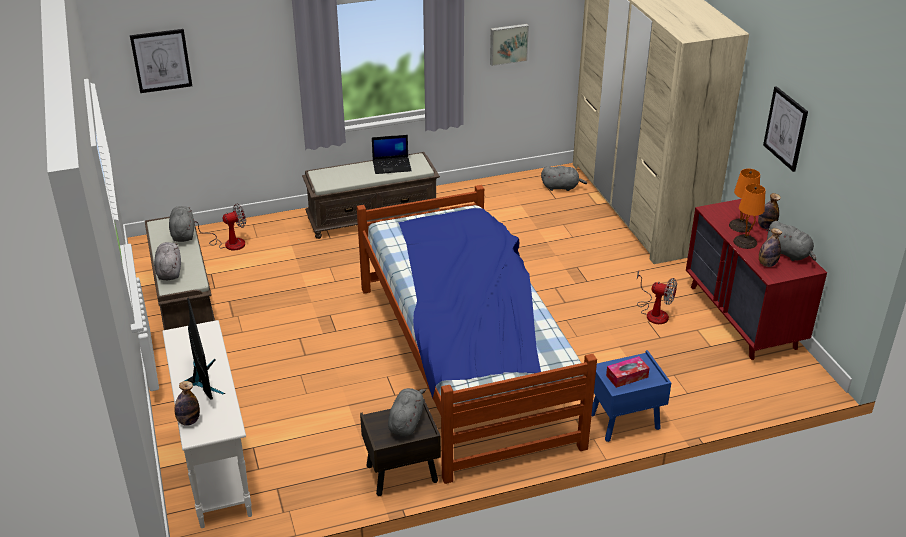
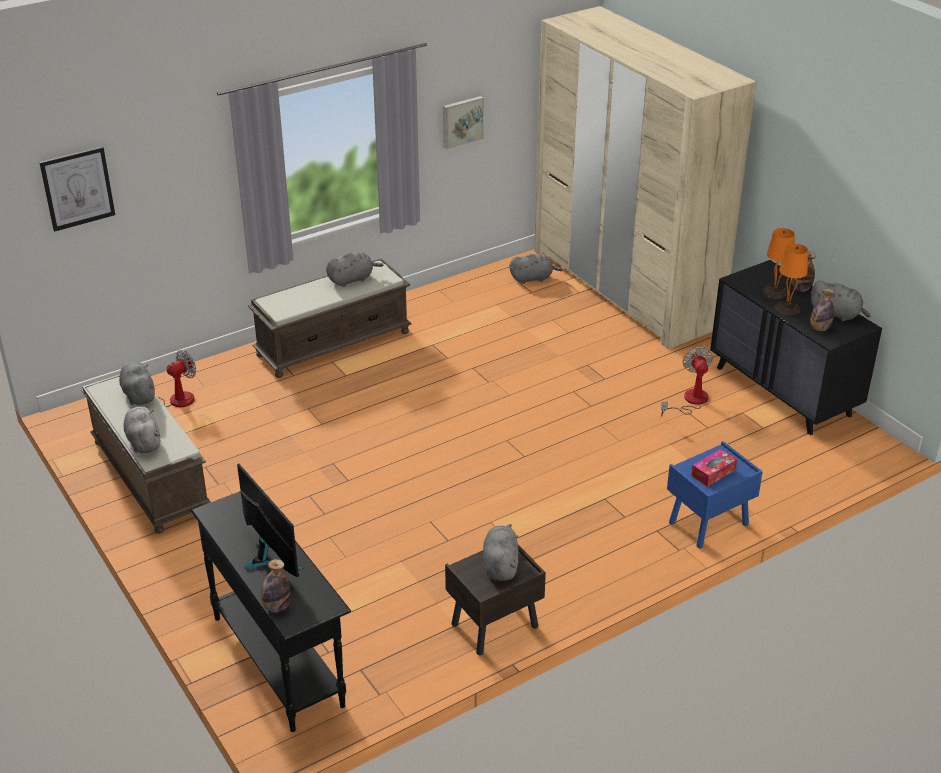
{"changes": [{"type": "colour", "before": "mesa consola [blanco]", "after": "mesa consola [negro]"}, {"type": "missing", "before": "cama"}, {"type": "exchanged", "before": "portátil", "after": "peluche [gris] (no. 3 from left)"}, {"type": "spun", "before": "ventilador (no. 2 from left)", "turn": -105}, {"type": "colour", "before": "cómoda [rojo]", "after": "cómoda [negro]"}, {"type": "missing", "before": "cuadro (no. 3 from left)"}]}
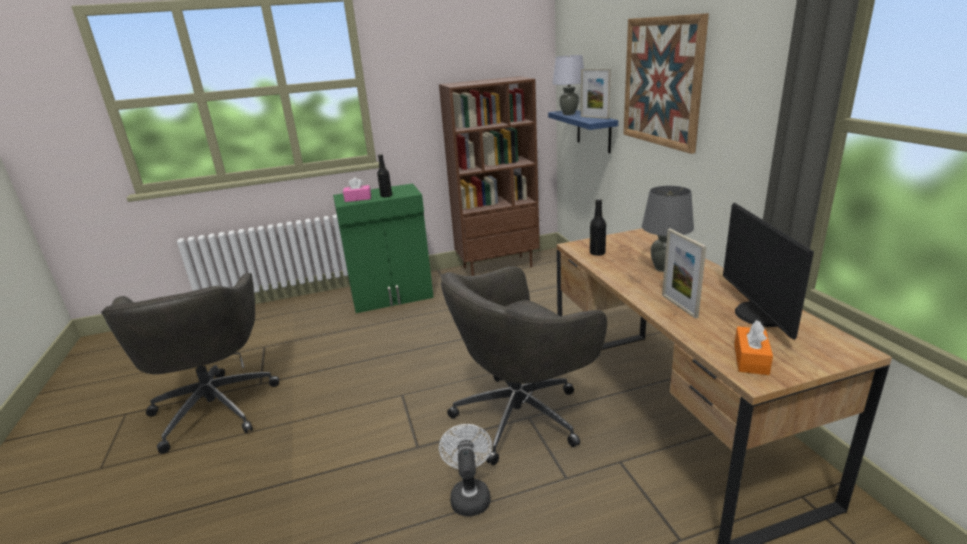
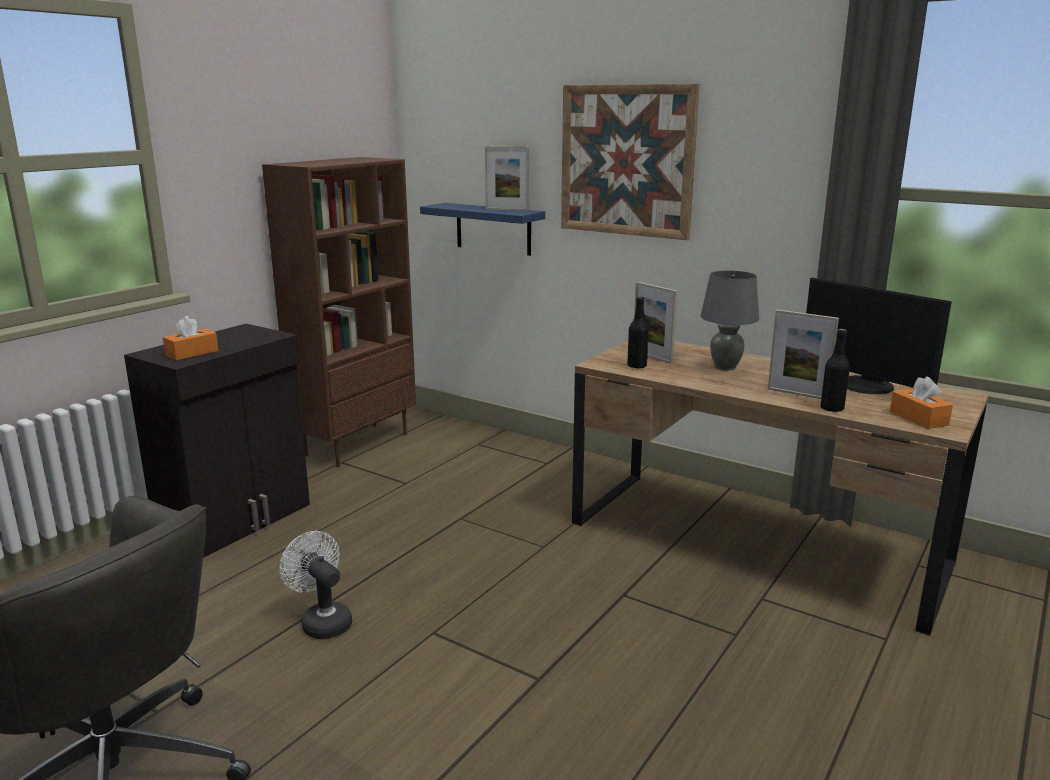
{"changes": [{"type": "colour", "before": "armario [verde]", "after": "armario [negro]"}, {"type": "colour", "before": "caja de pañuelos [rosa]", "after": "caja de pañuelos [naranja] (no. 1 from left)"}, {"type": "relocated", "before": "botella [negro] (no. 1 from left in the first image)", "after": "botella [negro] (no. 2 from left)"}, {"type": "relocated", "before": "ventilador [blanco]"}, {"type": "missing", "before": "silla de oficina [gris] (no. 2 from left)"}, {"type": "missing", "before": "lámpara de mesa [gris] (no. 1 from left)"}, {"type": "appeared", "after": "portarretratos (no. 2 from left)"}]}
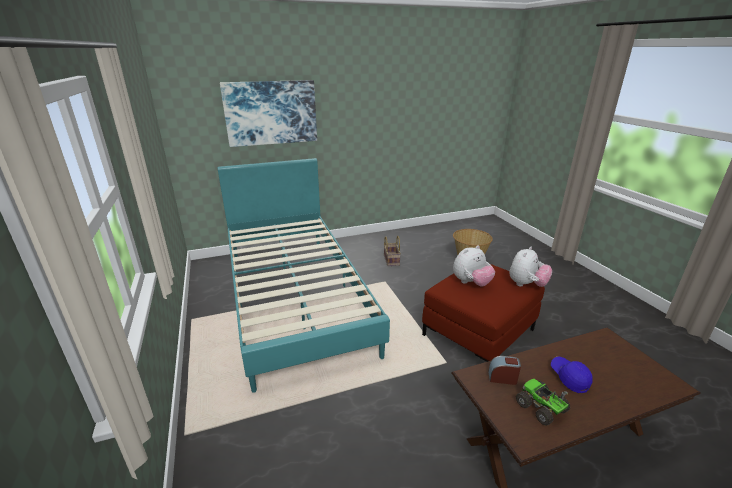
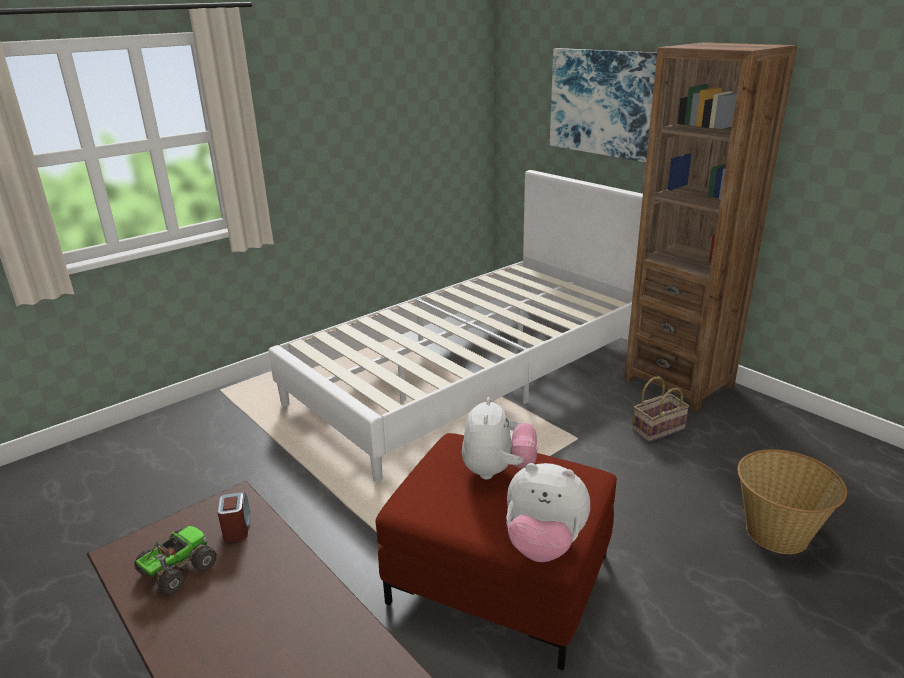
{"changes": [{"type": "colour", "before": "cama [turquesa]", "after": "cama [blanco]"}, {"type": "spun", "before": "peluche (no. 1 from left)", "turn": -120}, {"type": "missing", "before": "gorra [azul]"}, {"type": "appeared", "after": "estantería [marrón]"}]}
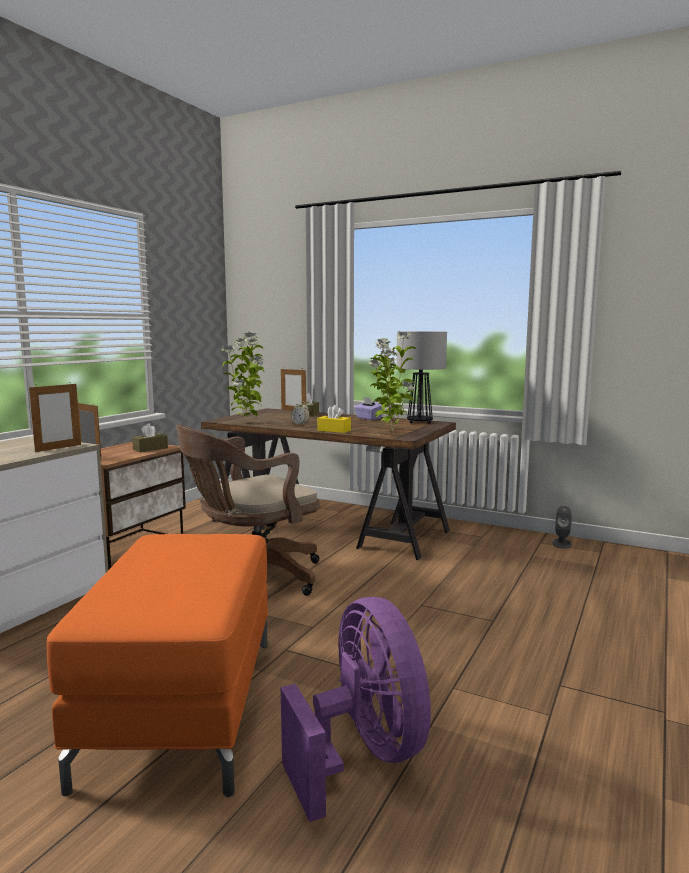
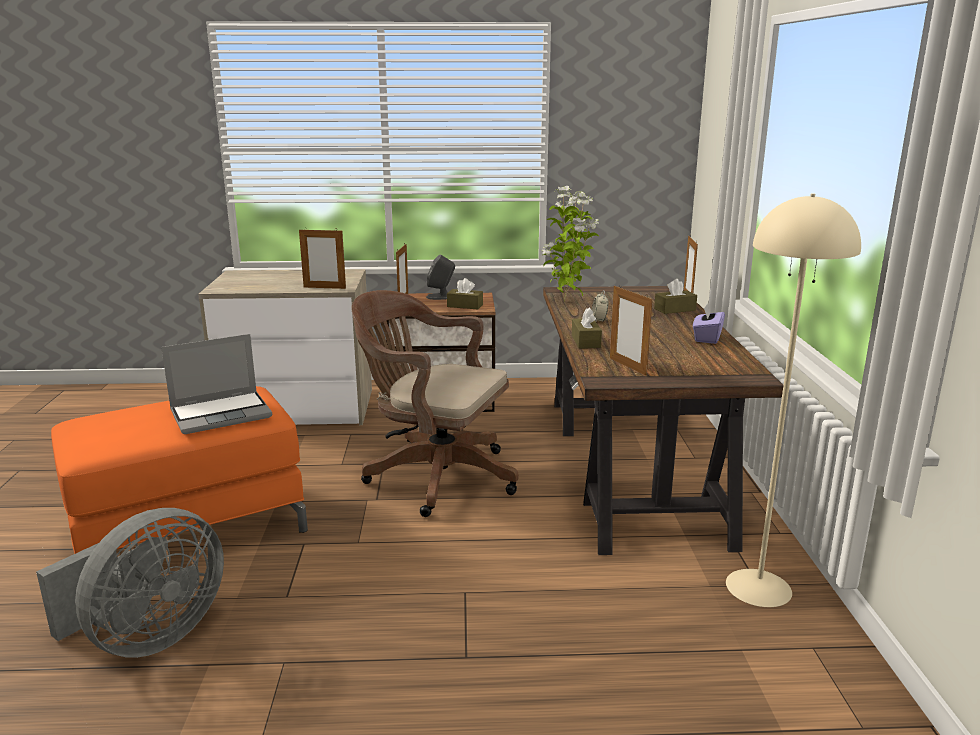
{"changes": [{"type": "colour", "before": "ventilador [morado]", "after": "ventilador [gris]"}, {"type": "colour", "before": "caja de pañuelos [amarillo]", "after": "caja de pañuelos [marrón] (no. 2 from left)"}, {"type": "exchanged", "before": "planta en maceta (no. 2 from left)", "after": "portarretratos (no. 3 from left)"}, {"type": "missing", "before": "lámpara de mesa"}, {"type": "relocated", "before": "altavoz [gris]"}, {"type": "appeared", "after": "portátil"}, {"type": "appeared", "after": "lámpara de pie [beis]"}]}
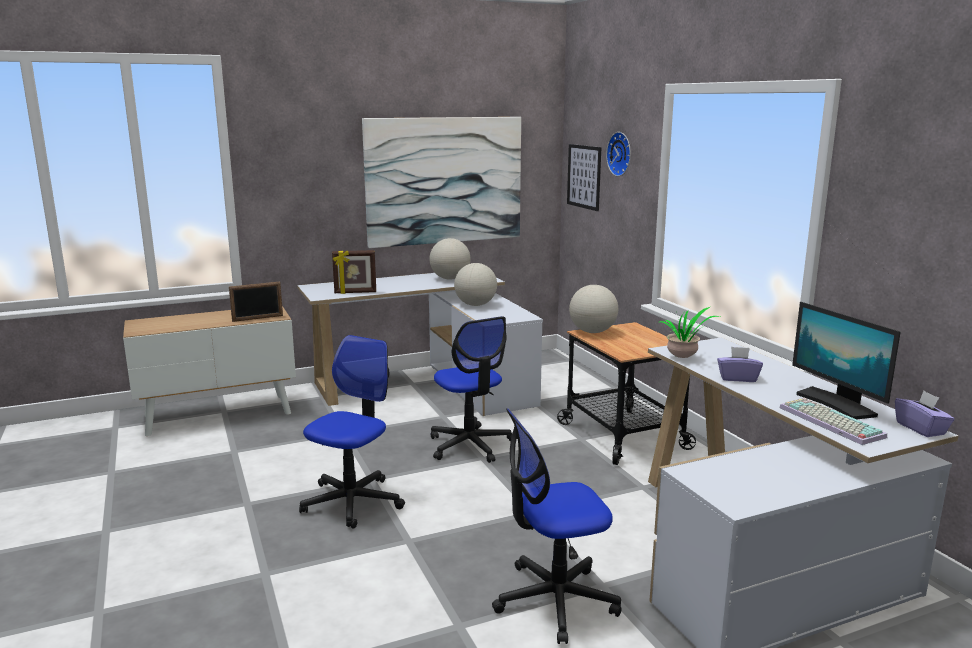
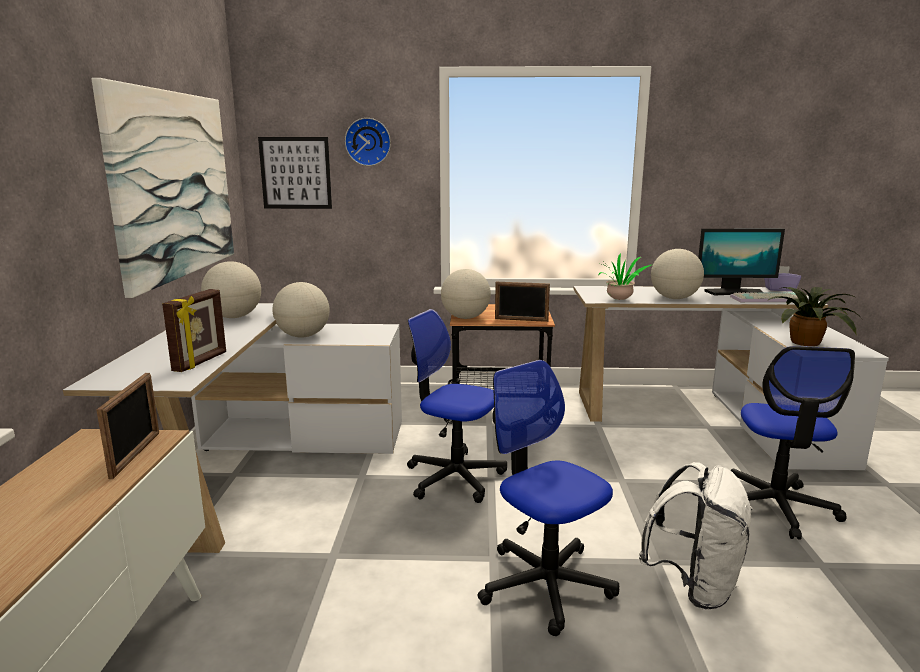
{"changes": [{"type": "spun", "before": "silla de oficina (no. 2 from left in the first image)", "turn": -150}, {"type": "exchanged", "before": "caja de pañuelos [morado] (no. 1 from left)", "after": "globo terráqueo (no. 4 from left)"}, {"type": "appeared", "after": "portarretratos (no. 3 from left)"}, {"type": "appeared", "after": "mochila [blanco]"}, {"type": "appeared", "after": "planta en maceta (no. 2 from left)"}]}
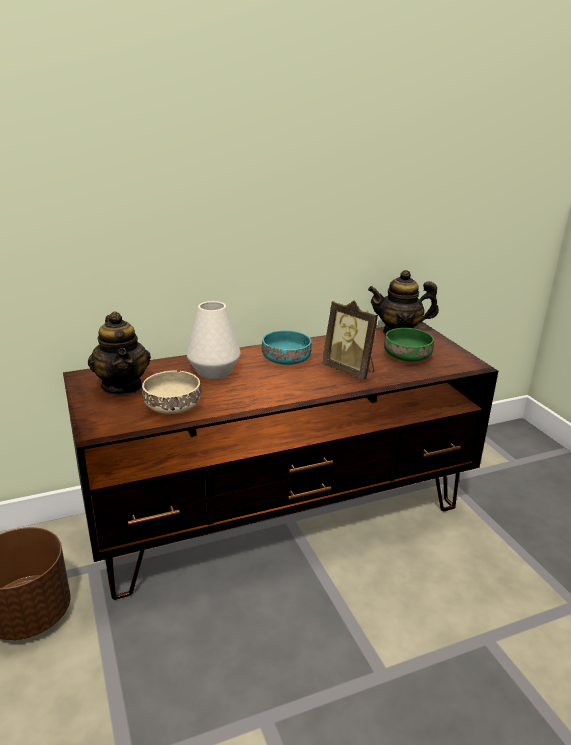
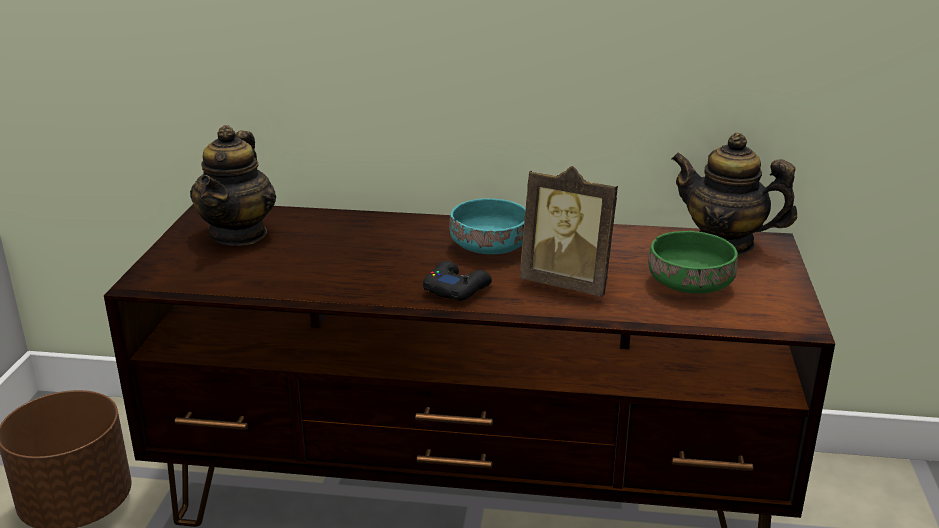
{"changes": [{"type": "missing", "before": "cuenco [beis]"}, {"type": "missing", "before": "florero [blanco]"}, {"type": "spun", "before": "portarretratos", "turn": -45}, {"type": "appeared", "after": "mando de consola [negro]"}]}
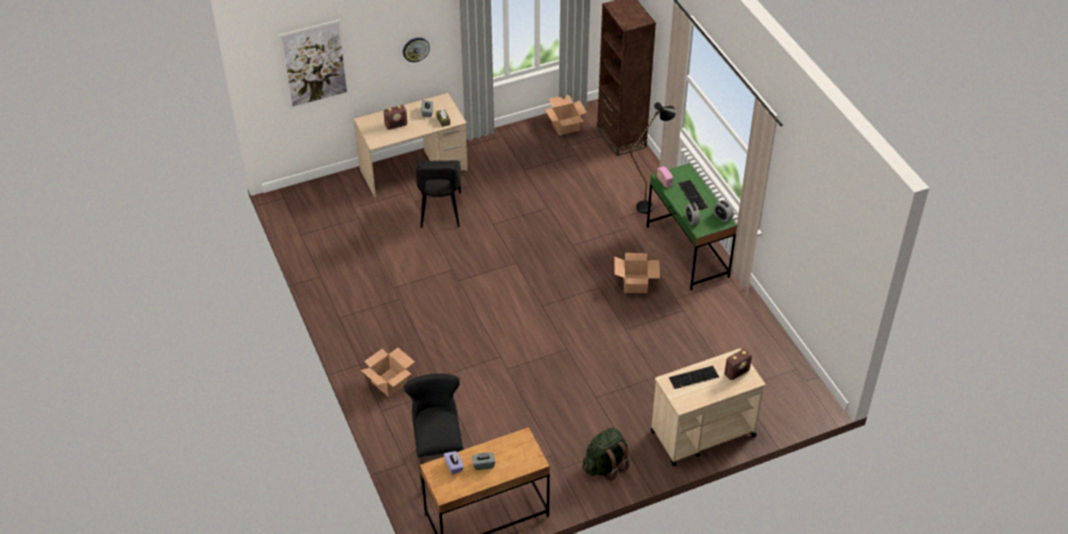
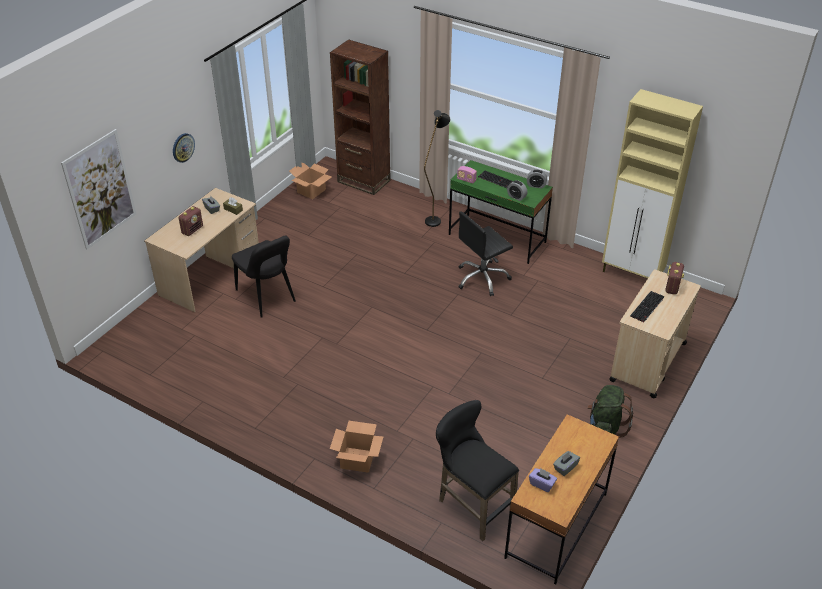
{"changes": [{"type": "exchanged", "before": "caja de cartón (no. 3 from left)", "after": "silla de oficina [negro]"}, {"type": "appeared", "after": "armario [beis]"}]}
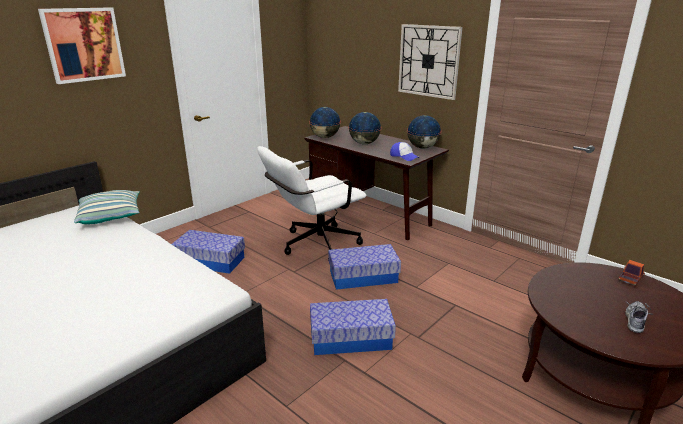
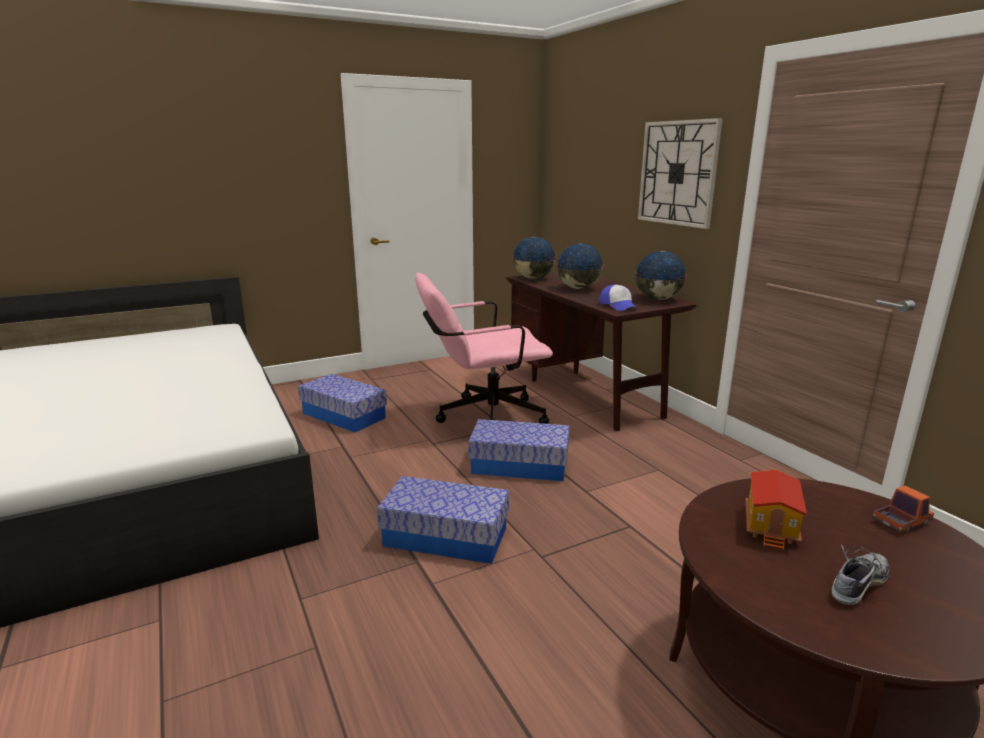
{"changes": [{"type": "missing", "before": "cuadro"}, {"type": "missing", "before": "cojín"}, {"type": "colour", "before": "silla de oficina [blanco]", "after": "silla de oficina [rosa]"}, {"type": "appeared", "after": "casita"}]}
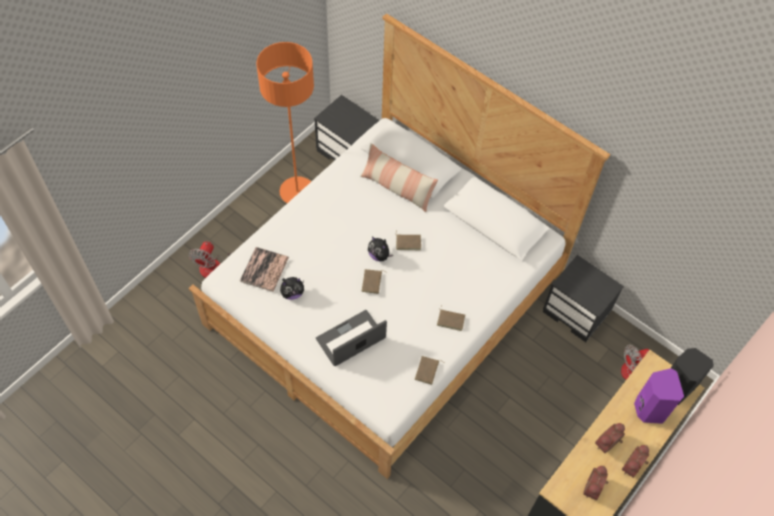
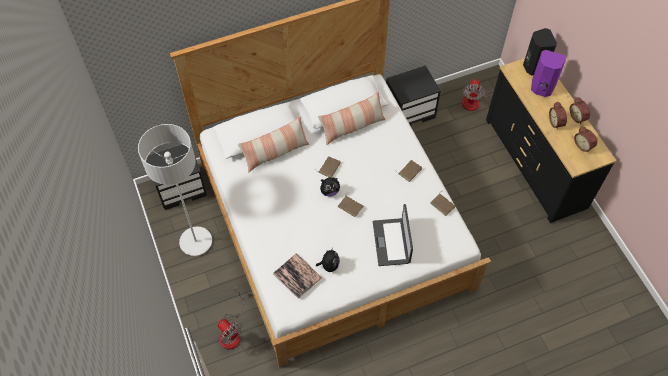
{"changes": [{"type": "colour", "before": "lámpara de pie [naranja]", "after": "lámpara de pie [gris]"}, {"type": "appeared", "after": "cojín (no. 2 from left)"}]}
